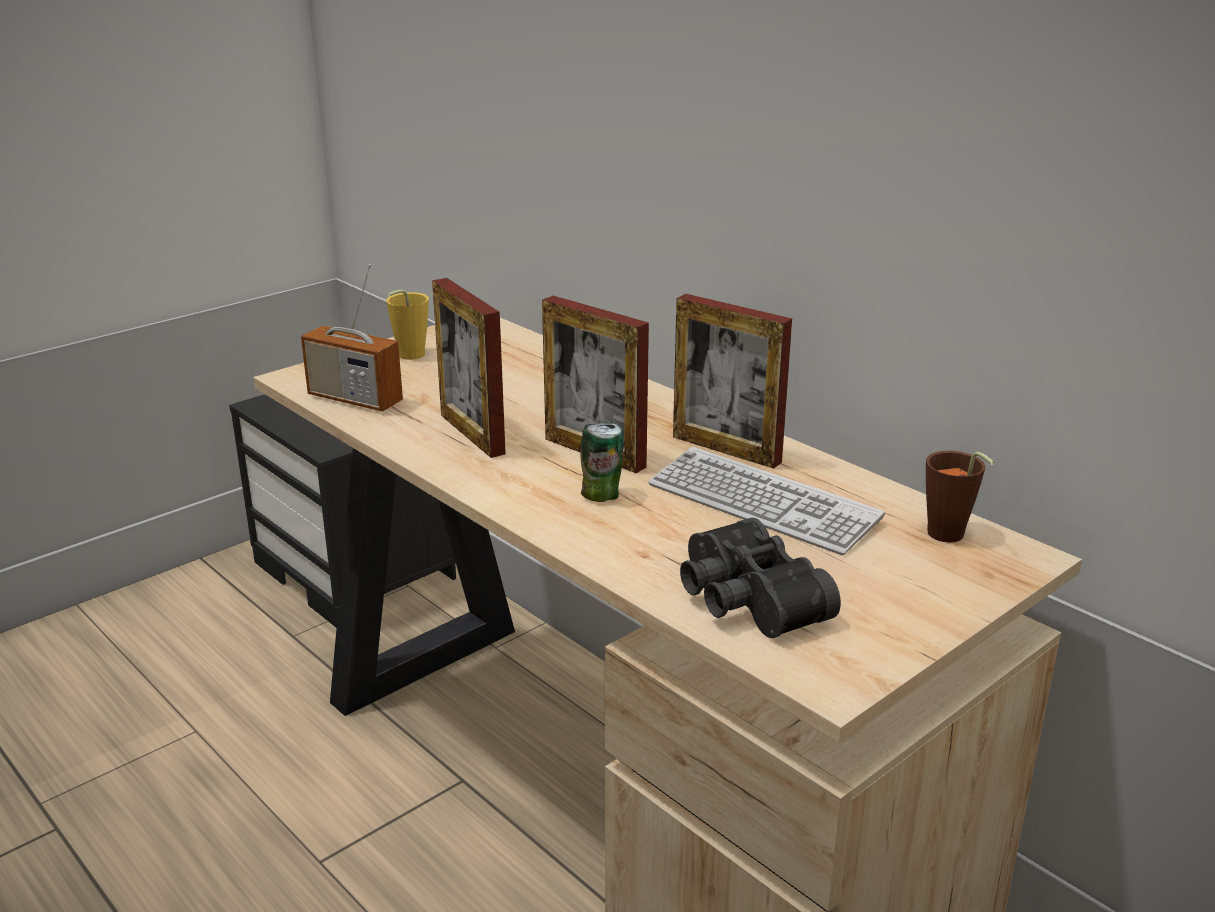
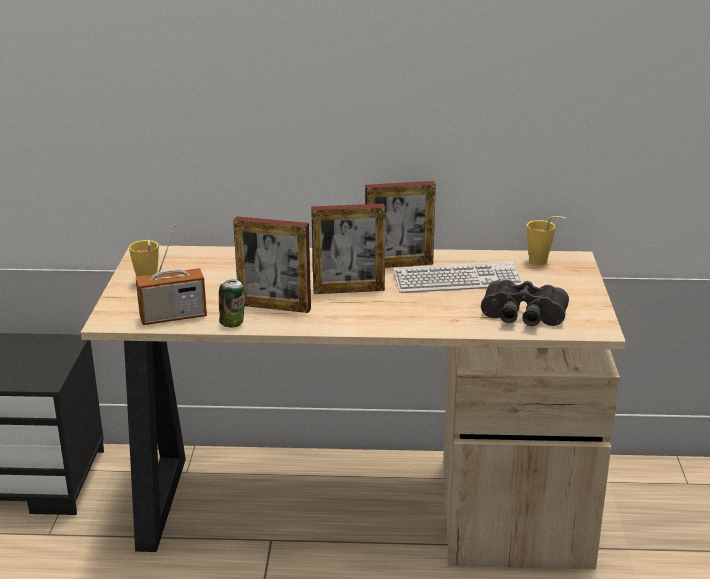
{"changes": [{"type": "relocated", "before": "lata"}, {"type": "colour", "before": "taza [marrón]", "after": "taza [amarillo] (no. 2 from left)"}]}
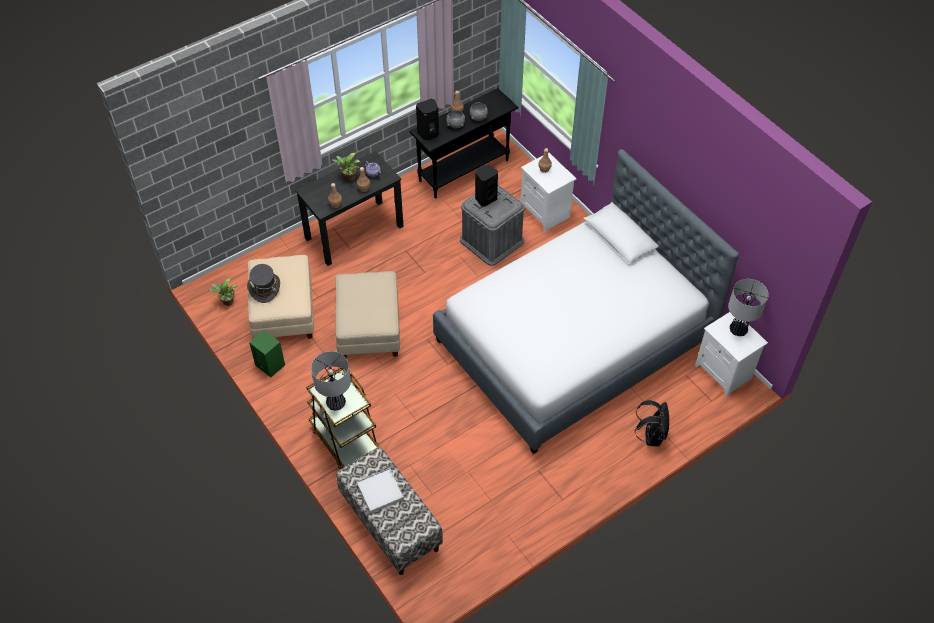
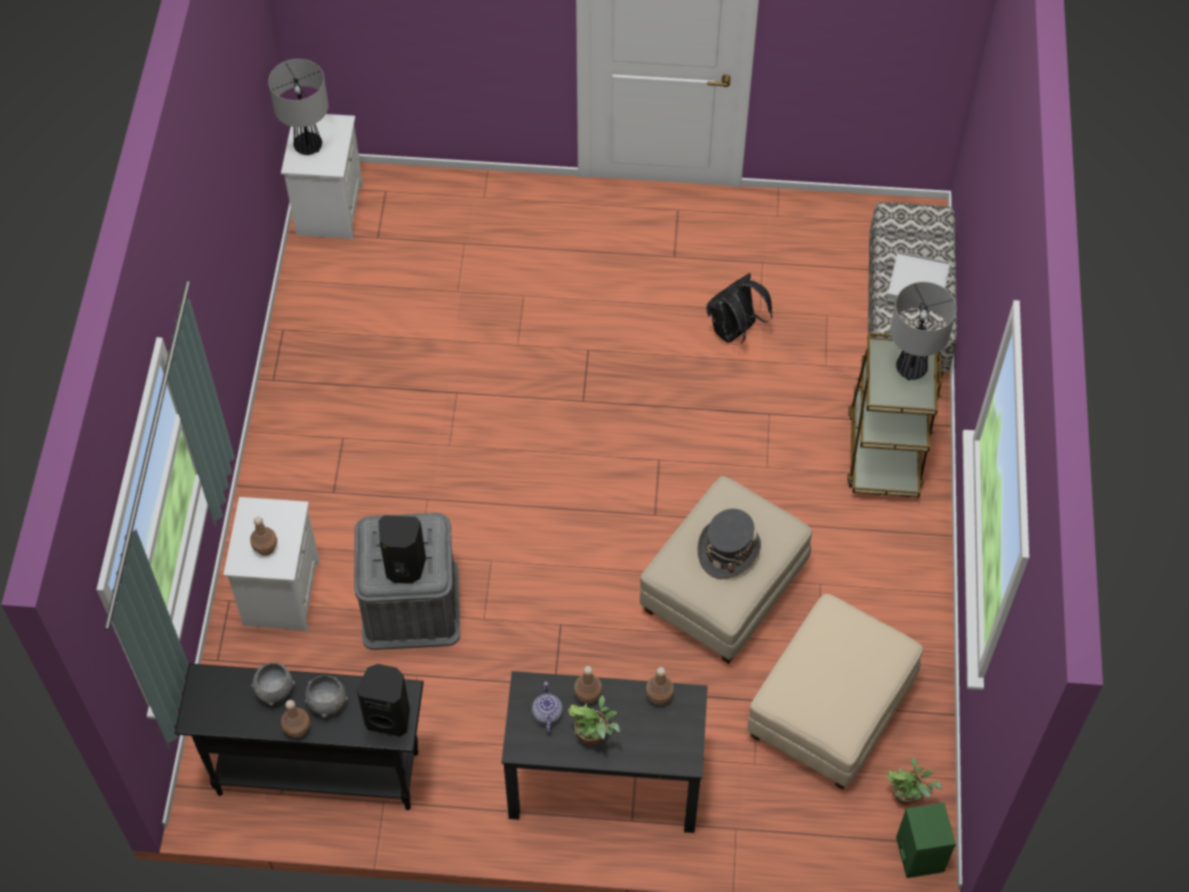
{"changes": [{"type": "relocated", "before": "sombrero [gris]"}, {"type": "relocated", "before": "altavoz [verde]"}, {"type": "missing", "before": "cama"}, {"type": "relocated", "before": "mochila [negro]"}]}
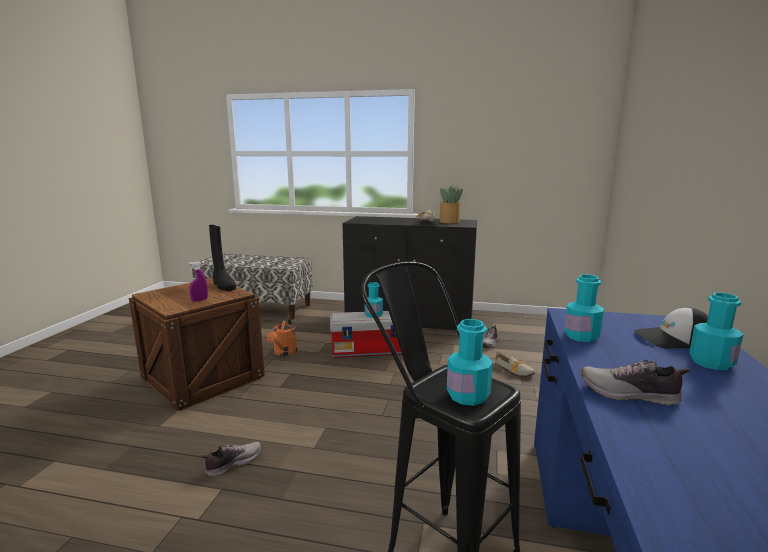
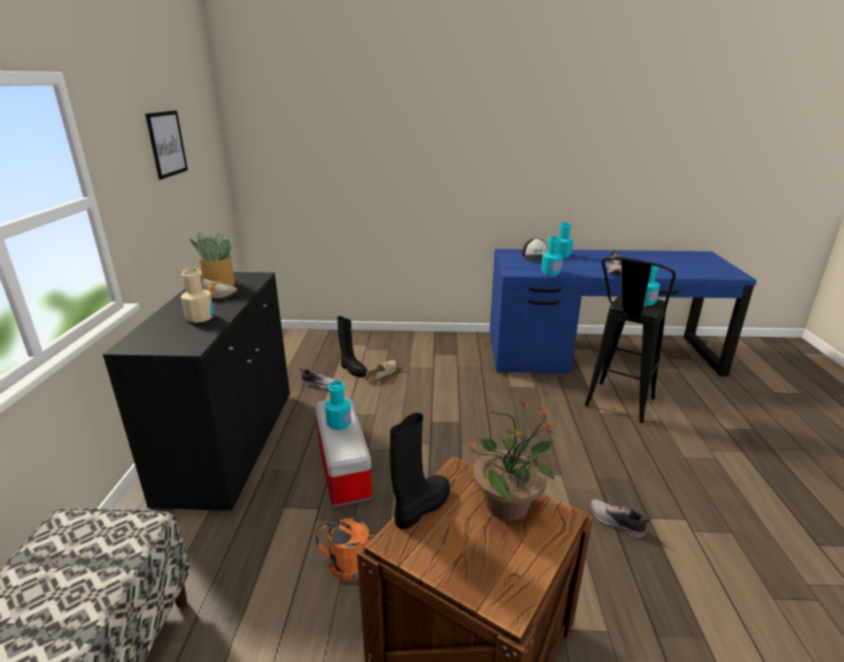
{"changes": [{"type": "exchanged", "before": "pulverizador [morado]", "after": "planta en maceta (no. 2 from left)"}, {"type": "appeared", "after": "cuadro"}, {"type": "appeared", "after": "botella [beis]"}, {"type": "appeared", "after": "bota [negro] (no. 1 from left)"}]}
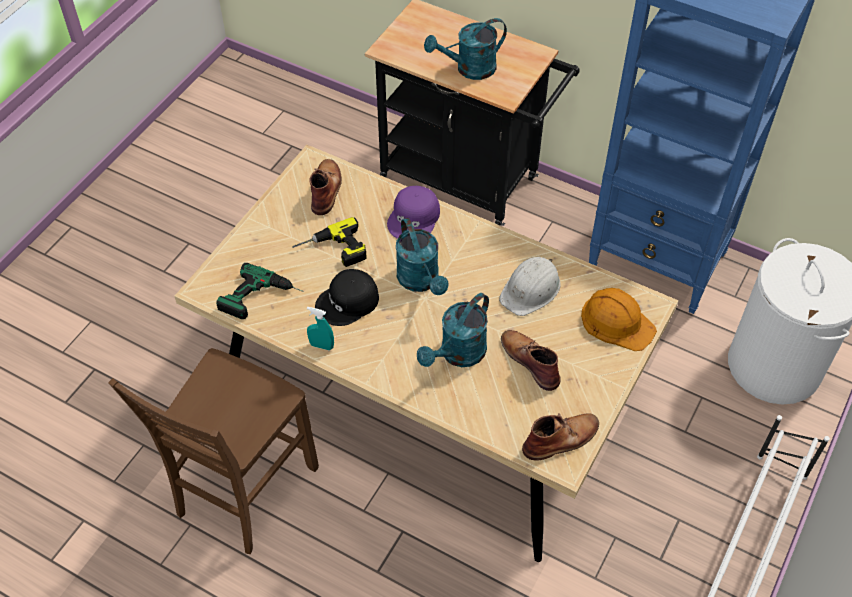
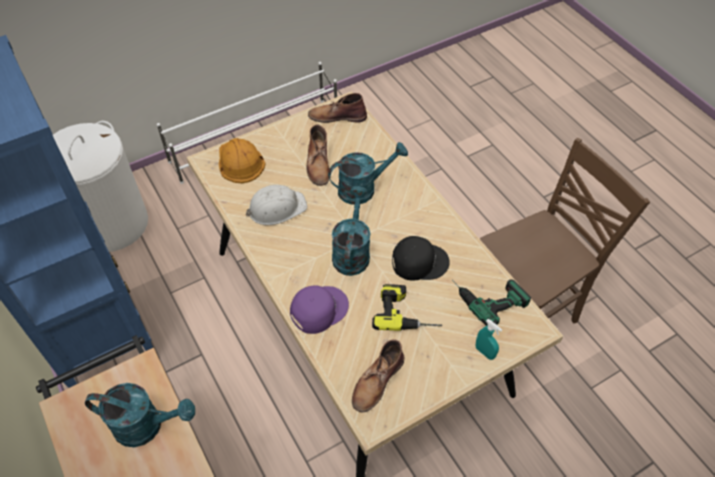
{"changes": [{"type": "relocated", "before": "pulverizador [turquesa]"}]}
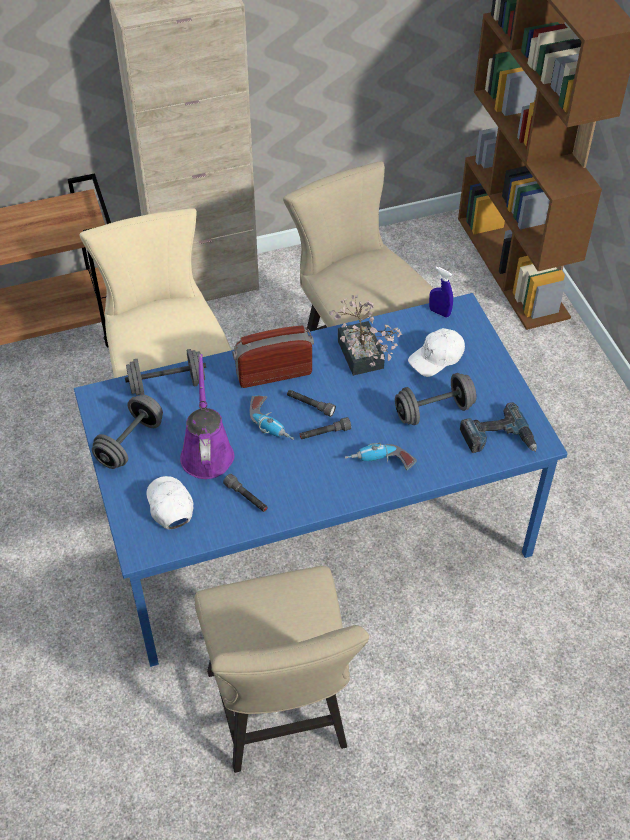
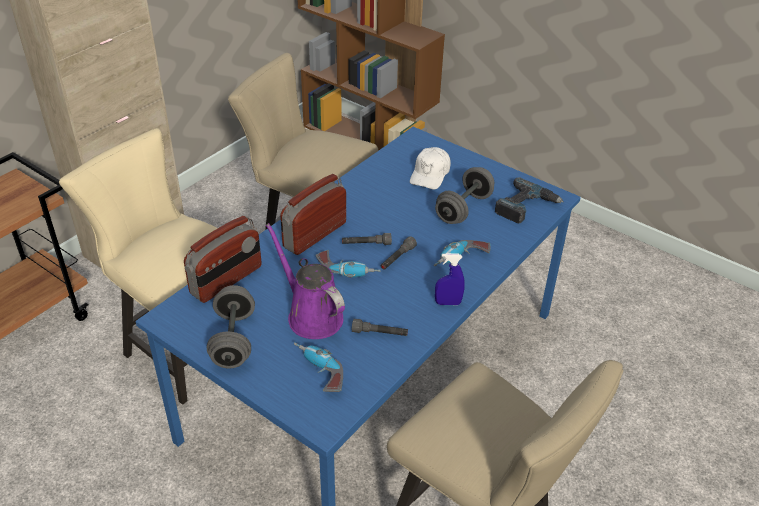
{"changes": [{"type": "exchanged", "before": "mancuerna [gris] (no. 2 from left)", "after": "radio (no. 1 from left)"}, {"type": "exchanged", "before": "gorra [blanco] (no. 1 from left)", "after": "taladro (no. 1 from left)"}, {"type": "missing", "before": "planta en maceta"}, {"type": "relocated", "before": "pulverizador [azul]"}]}
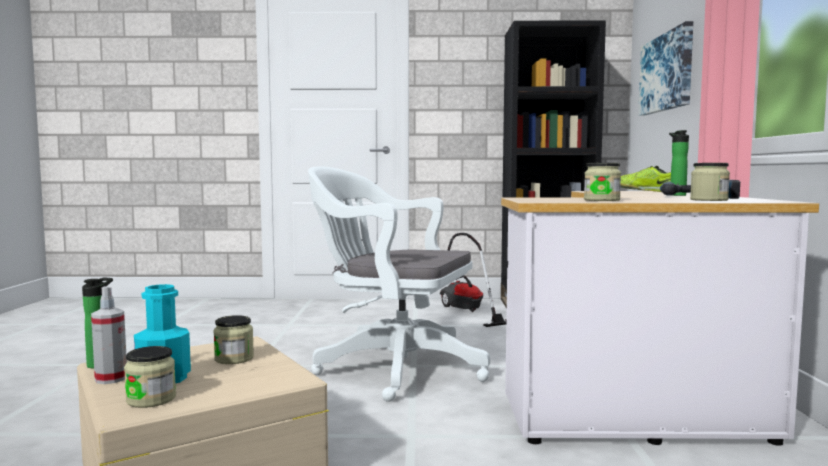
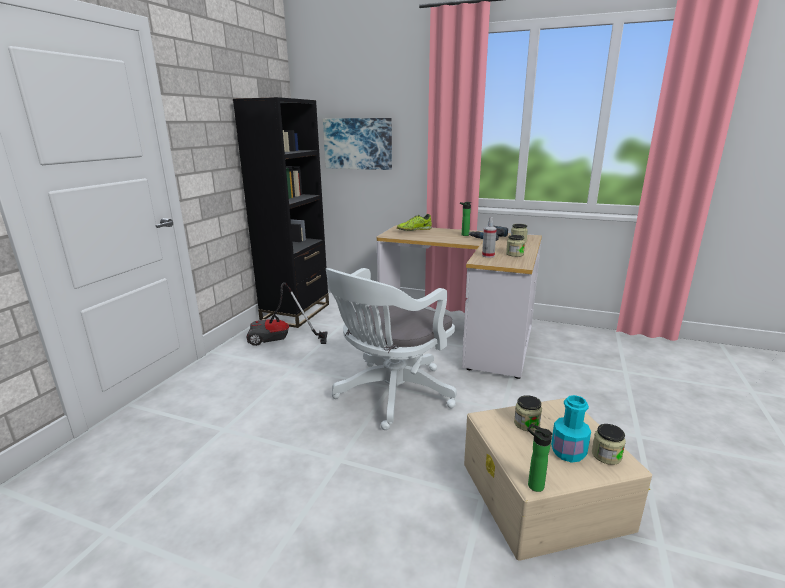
{"changes": [{"type": "relocated", "before": "pulverizador"}]}
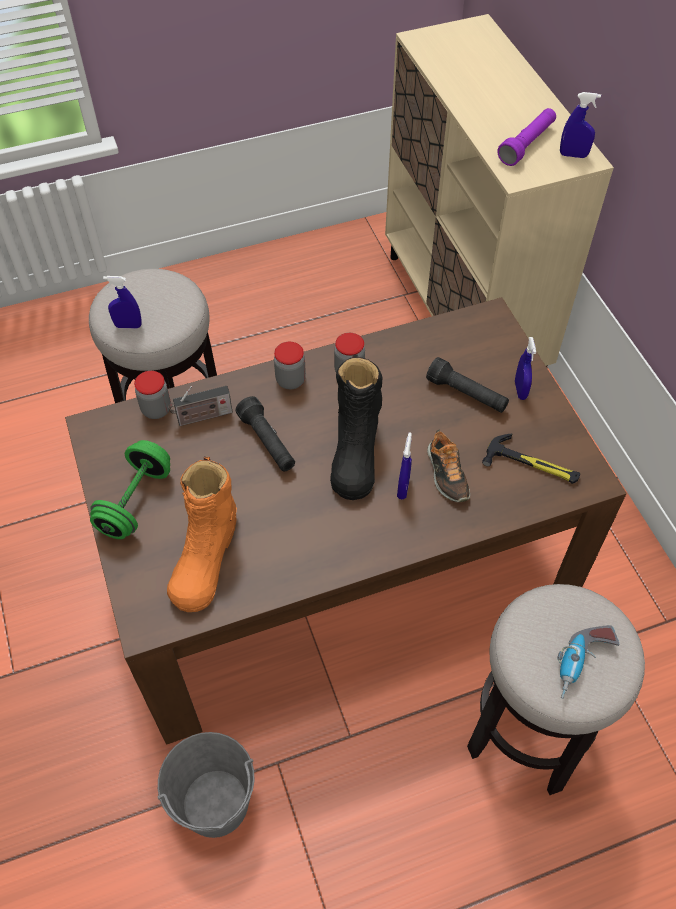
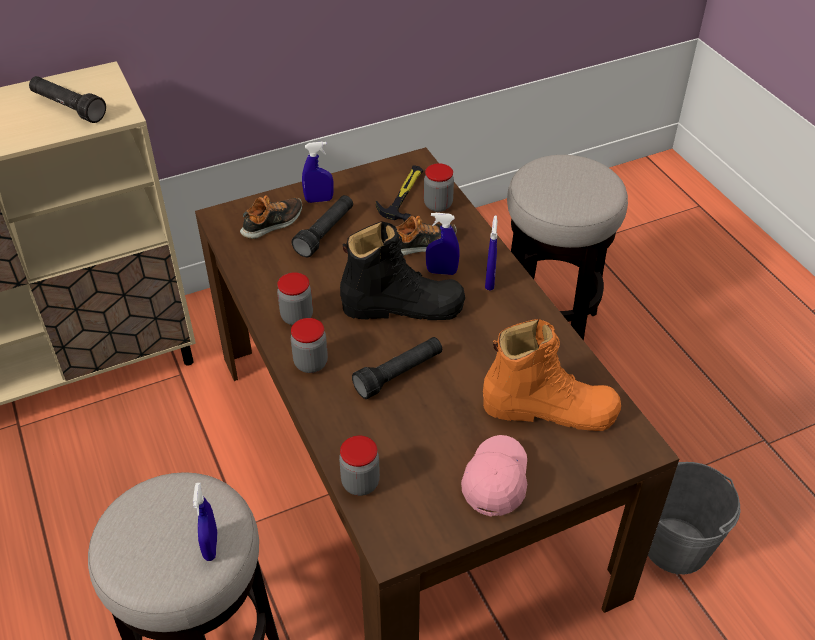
{"changes": [{"type": "exchanged", "before": "mancuerna [verde]", "after": "gorra [rosa]"}, {"type": "missing", "before": "radio"}, {"type": "colour", "before": "linterna [morado]", "after": "linterna [negro] (no. 1 from left)"}, {"type": "missing", "before": "taladro"}, {"type": "relocated", "before": "pulverizador [azul] (no. 4 from left)"}, {"type": "appeared", "after": "zapato (no. 1 from left)"}, {"type": "appeared", "after": "tarro (no. 4 from left)"}]}
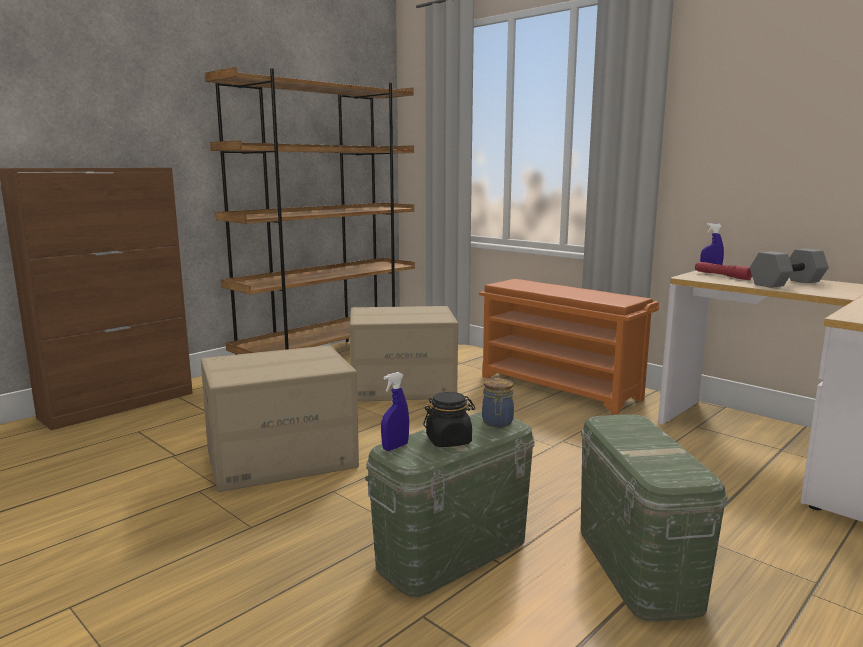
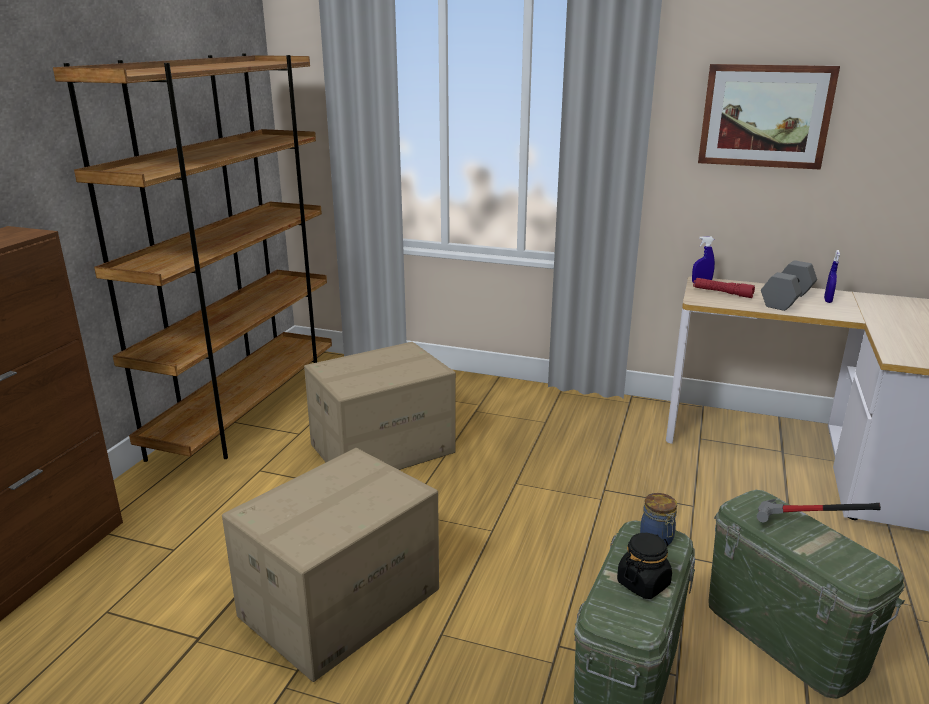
{"changes": [{"type": "relocated", "before": "pulverizador [azul] (no. 1 from left in the first image)", "after": "pulverizador [azul] (no. 2 from left)"}, {"type": "missing", "before": "zapatero [naranja]"}, {"type": "appeared", "after": "cuadro"}, {"type": "appeared", "after": "martillo"}]}
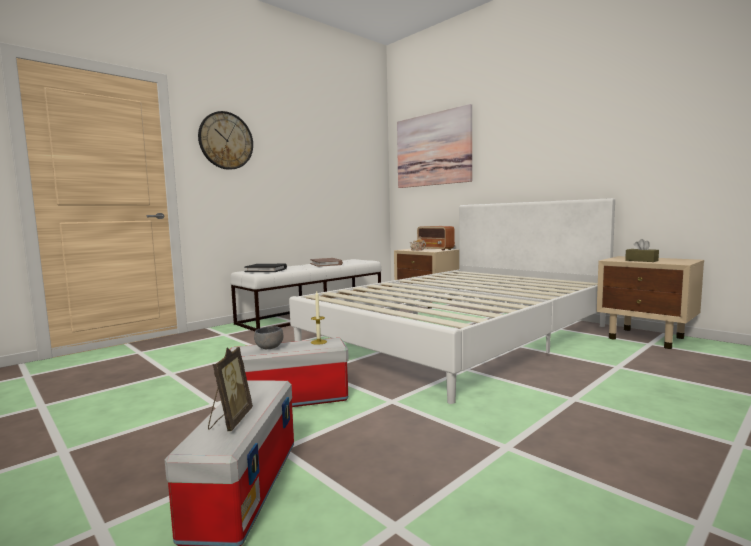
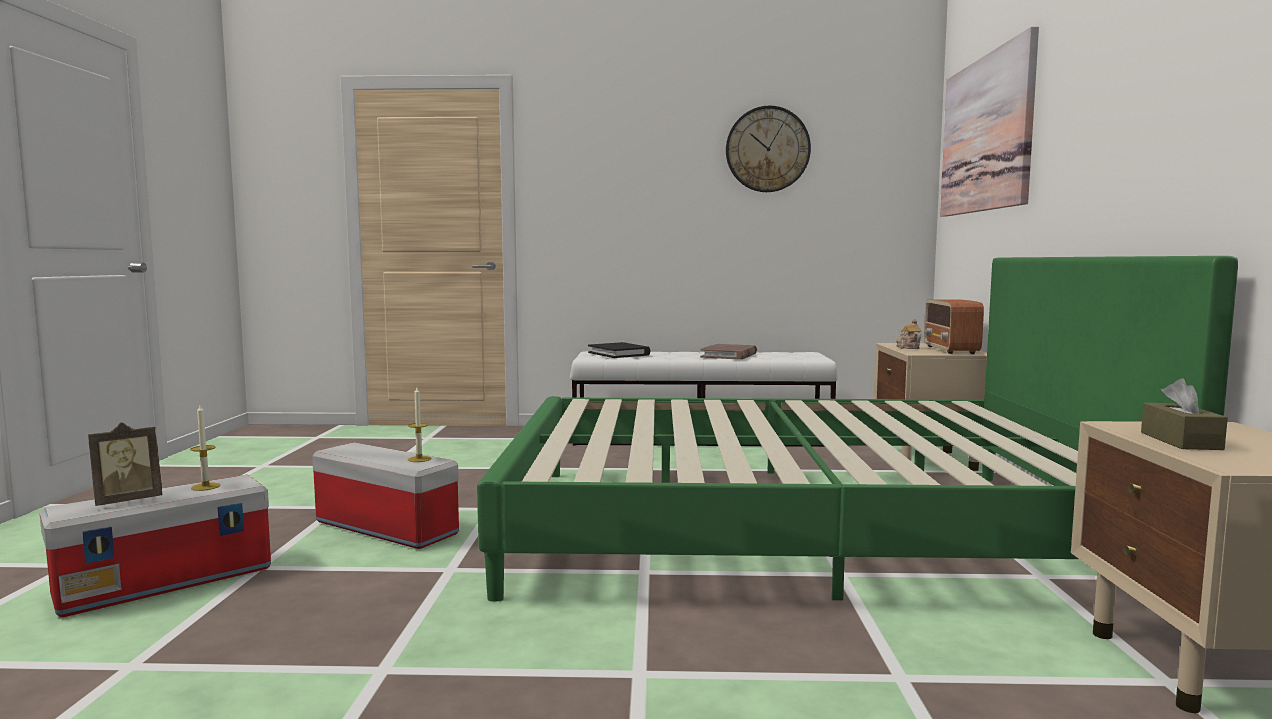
{"changes": [{"type": "relocated", "before": "reloj de pared"}, {"type": "missing", "before": "cuenco [gris]"}, {"type": "colour", "before": "cama [blanco]", "after": "cama [verde]"}, {"type": "appeared", "after": "vela (no. 1 from left)"}]}
